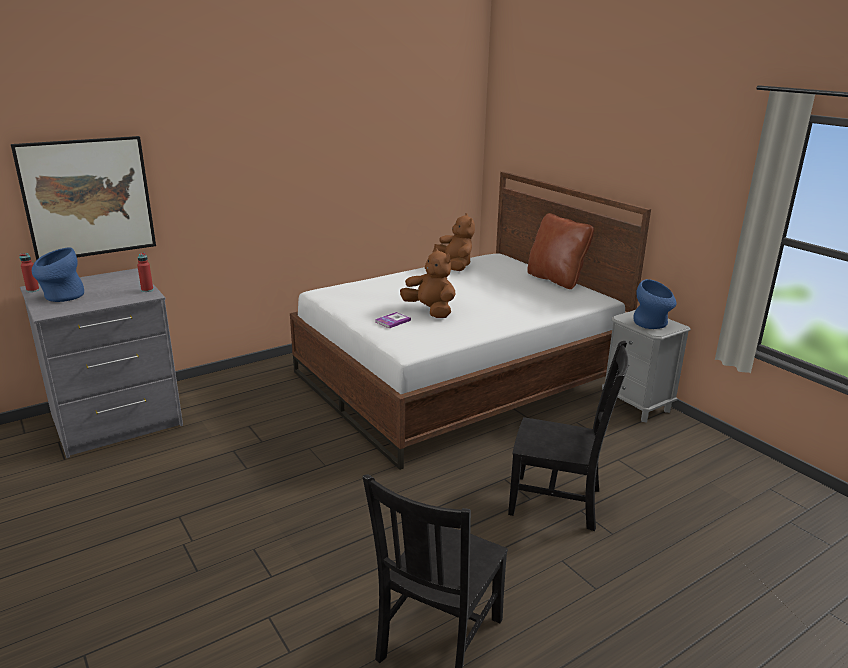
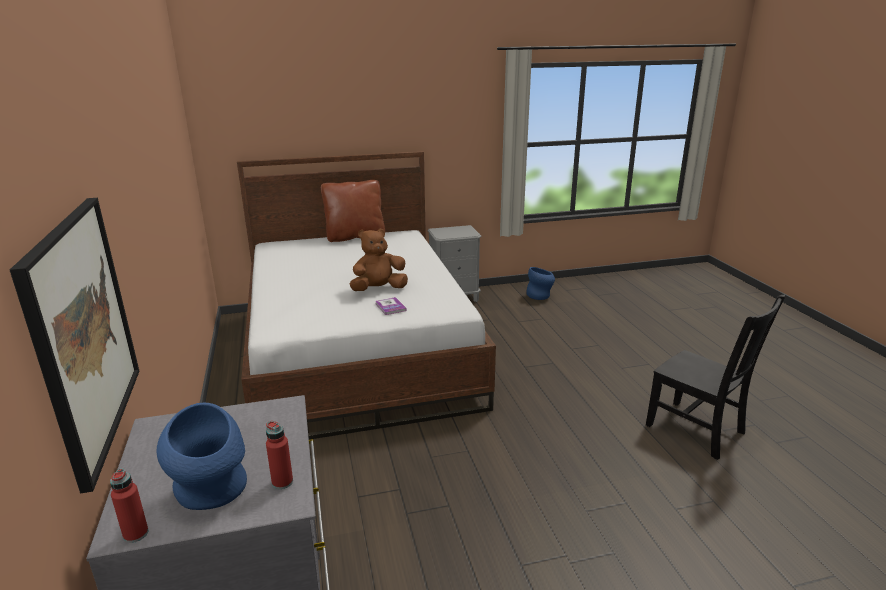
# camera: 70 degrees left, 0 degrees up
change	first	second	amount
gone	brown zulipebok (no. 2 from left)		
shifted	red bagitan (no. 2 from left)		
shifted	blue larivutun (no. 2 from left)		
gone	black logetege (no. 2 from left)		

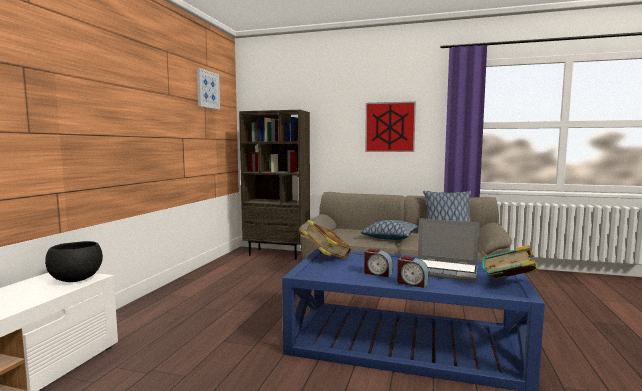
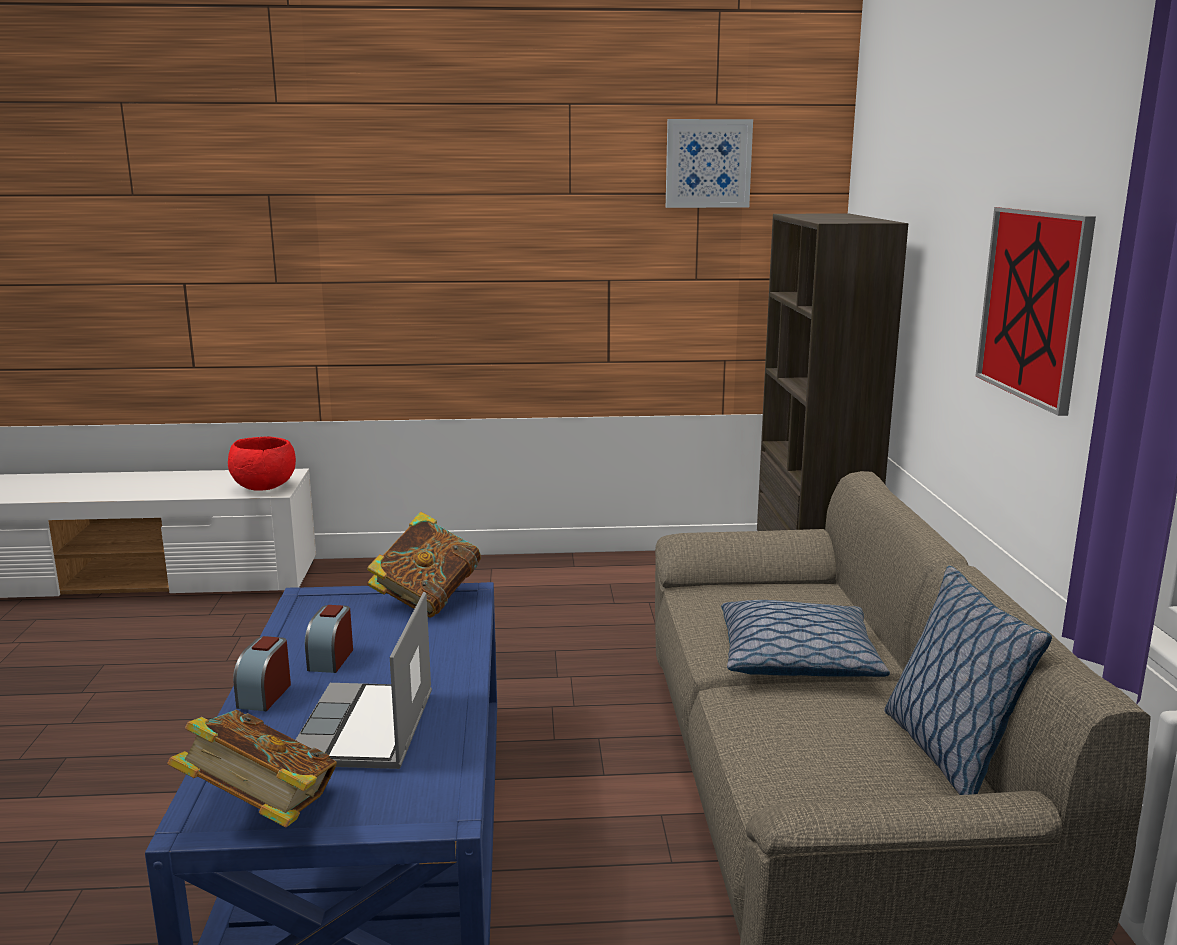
# camera: 70 degrees right, 10 degrees up
change	first	second	amount
repainted	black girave	red girave	

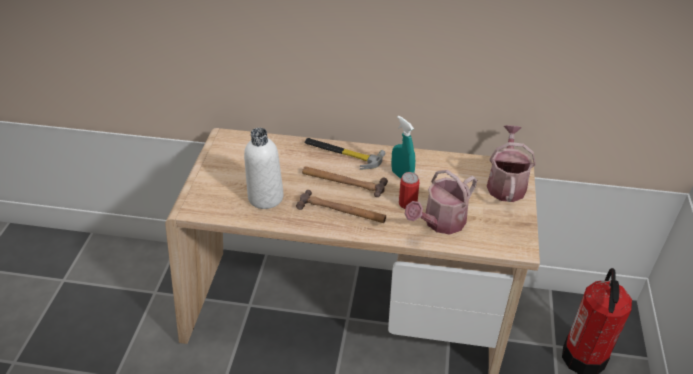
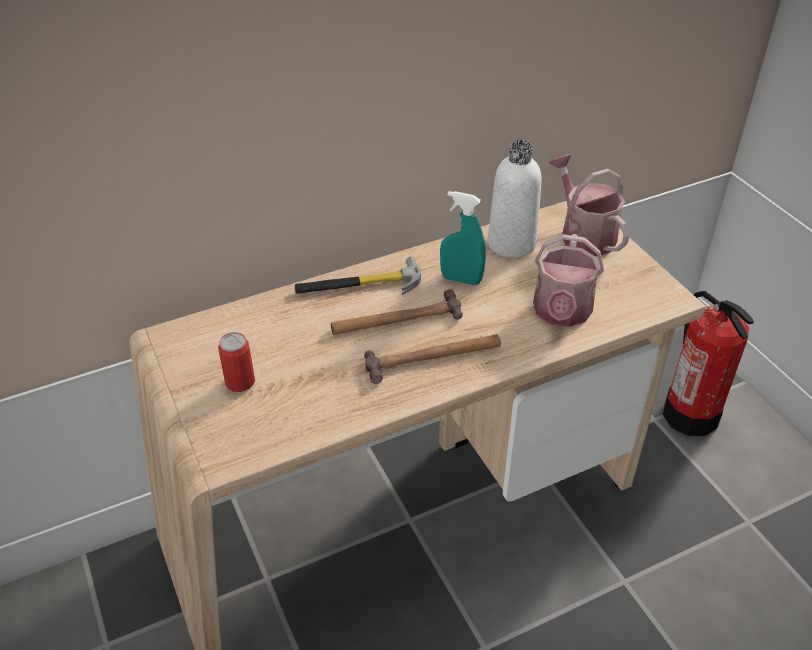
# camera: 35 degrees left, 0 degrees up
change	first	second	amount
shifted	white bagitan		
shifted	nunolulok		

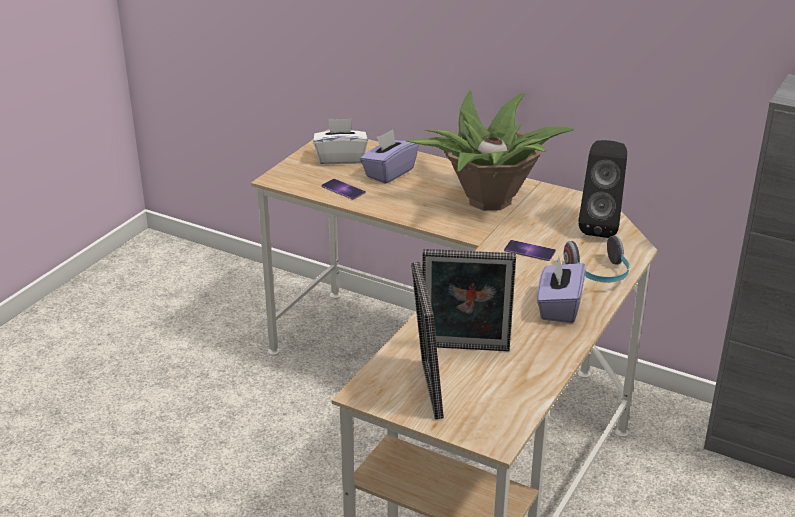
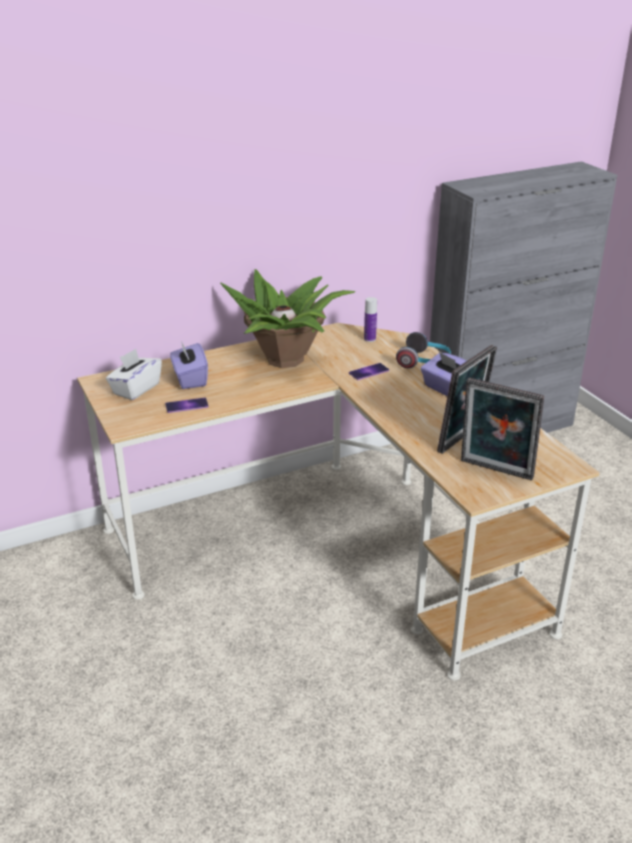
# camera: 55 degrees left, 0 degrees up
change	first	second	amount
swapped	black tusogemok	bagitan	

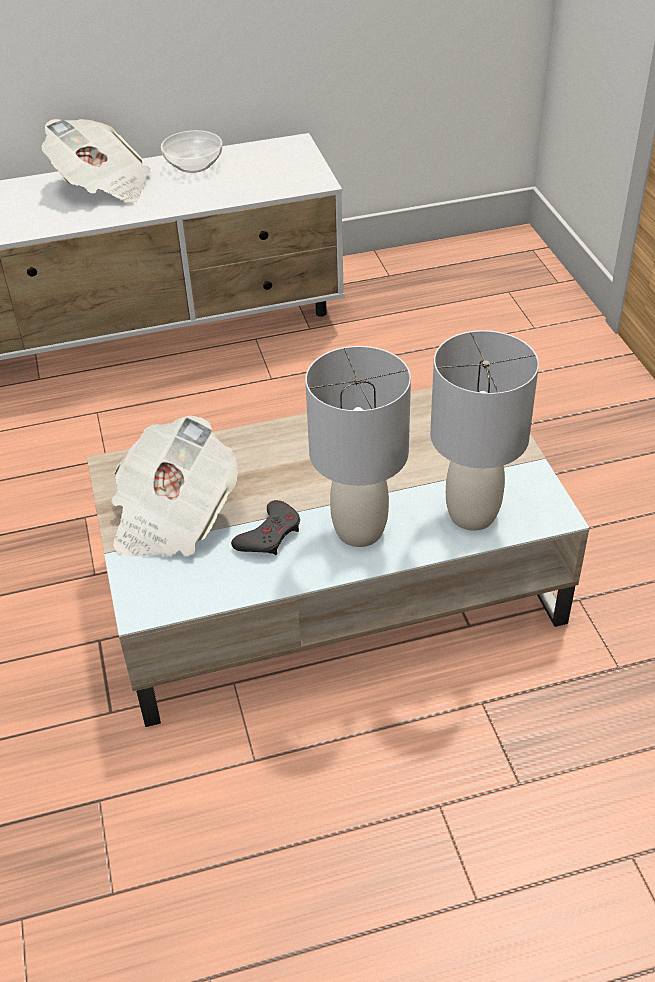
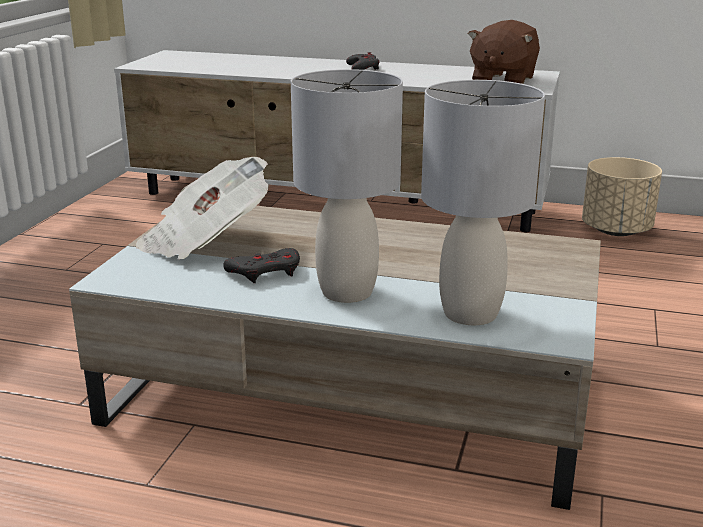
# camera: 30 degrees right, 20 degrees down
change	first	second	amount
swapped	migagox (no. 1 from left)	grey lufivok (no. 2 from left)	
gone	girave		
new		brown zulipebok	
new		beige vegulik	

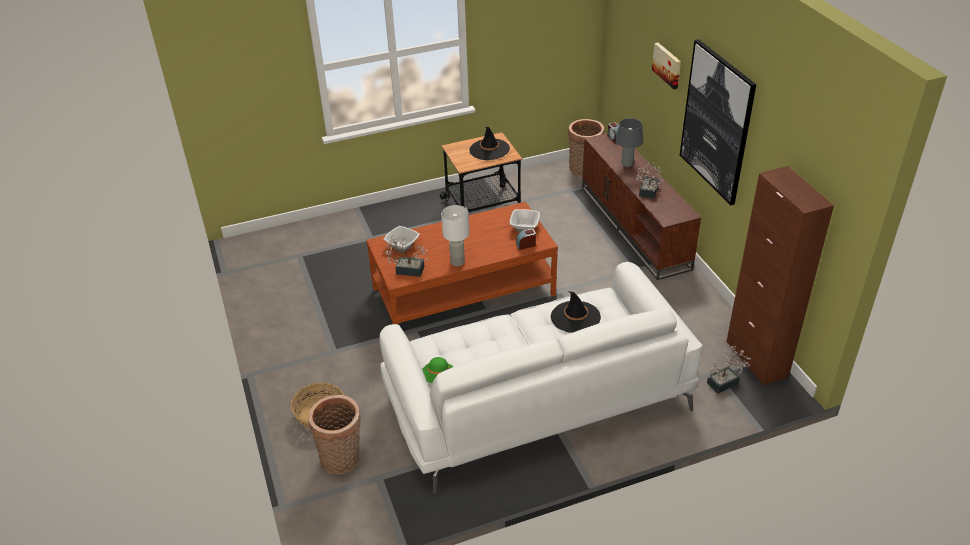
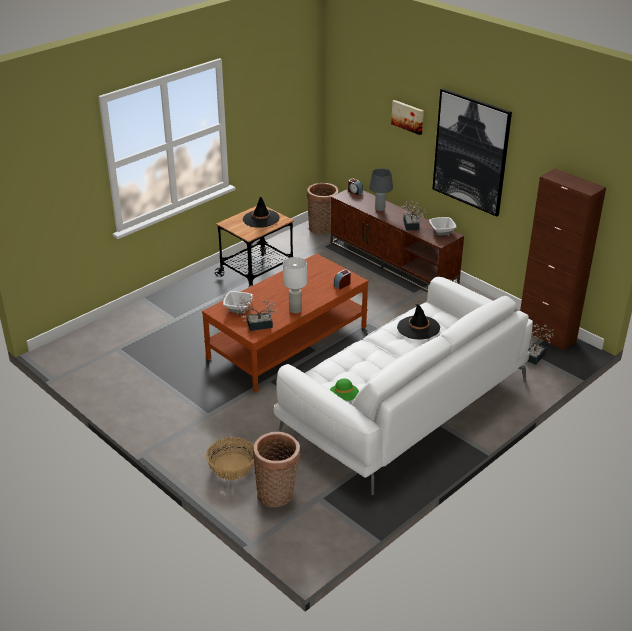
# camera: 25 degrees left, 5 degrees down
change	first	second	amount
shifted	girave (no. 2 from left)		

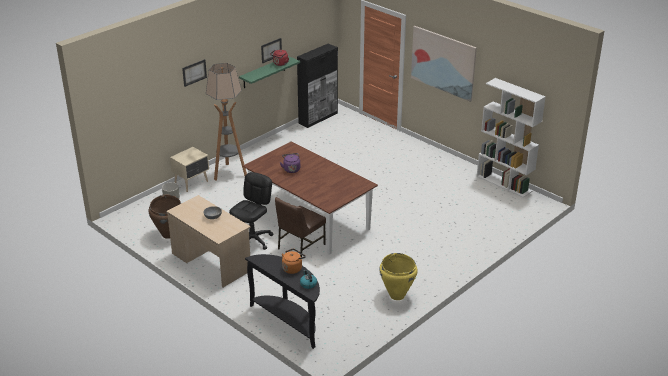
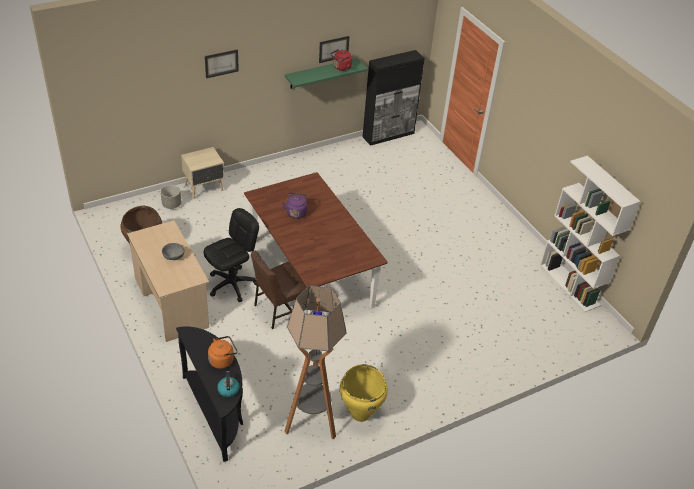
# camera: 15 degrees right, 10 degrees up
change	first	second	amount
gone	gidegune (no. 3 from left)		
shifted	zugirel		

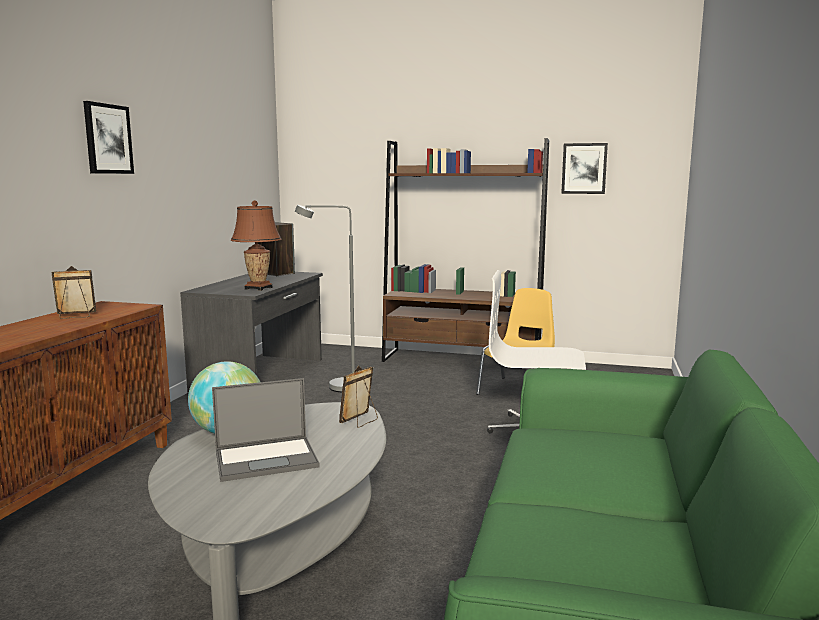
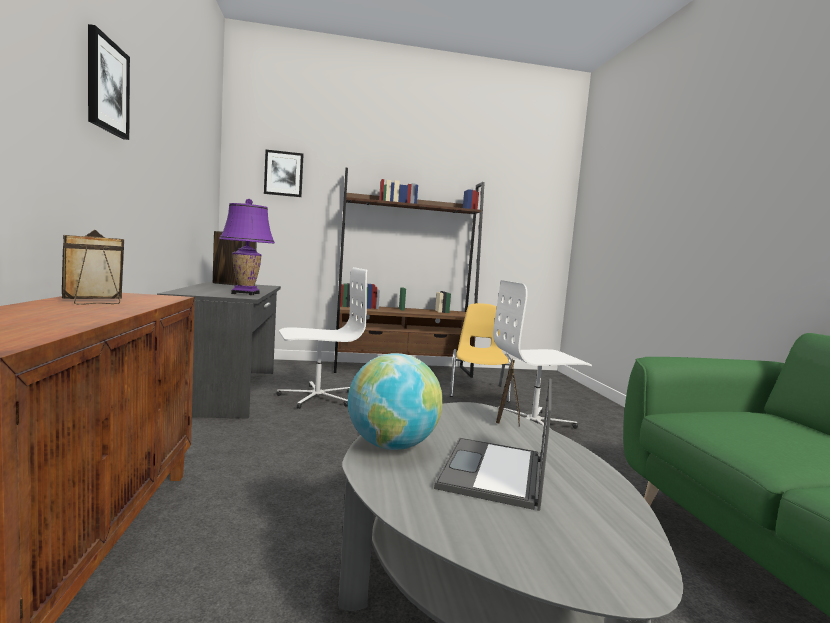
# camera: 25 degrees left, 5 degrees down
change	first	second	amount
shifted	gidegune (no. 2 from left)		
repainted	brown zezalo	purple zezalo	
swapped	grey zugirel	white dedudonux (no. 1 from left)	
rotated	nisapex		150 degrees clockwise

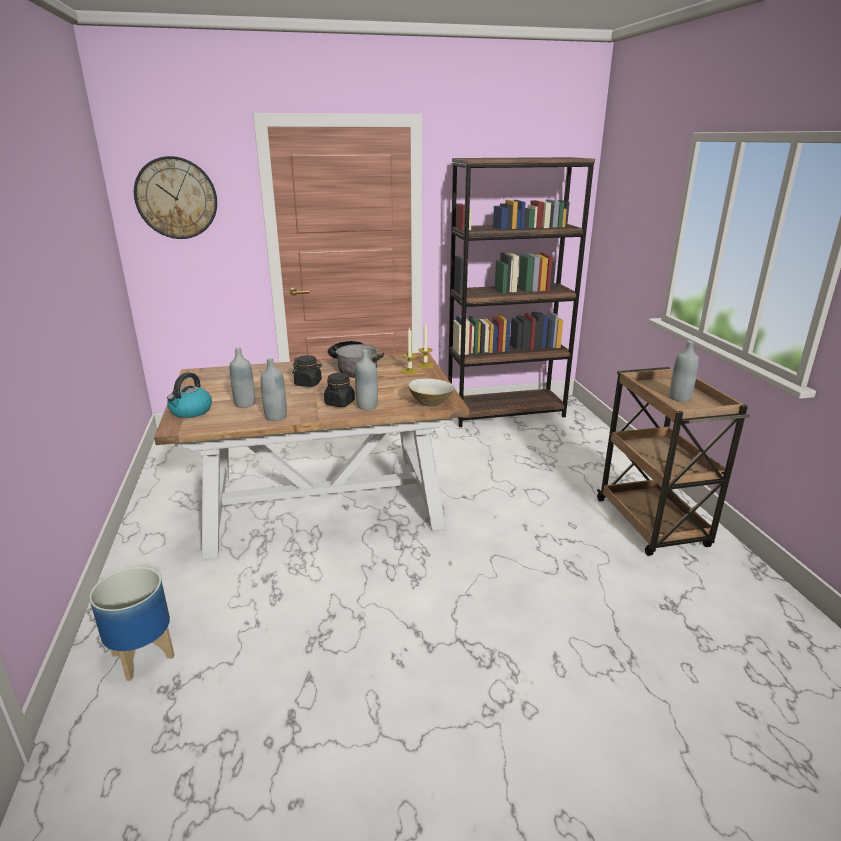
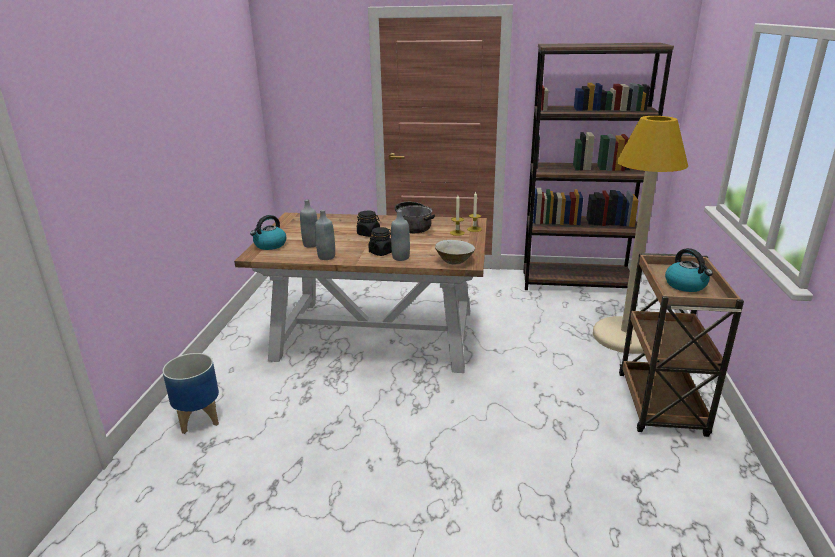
# camera: 20 degrees right, 0 degrees up
change	first	second	amount
gone	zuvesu		
swapped	grey bagitan (no. 4 from left)	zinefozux (no. 2 from left)	
new		beige zugirel	

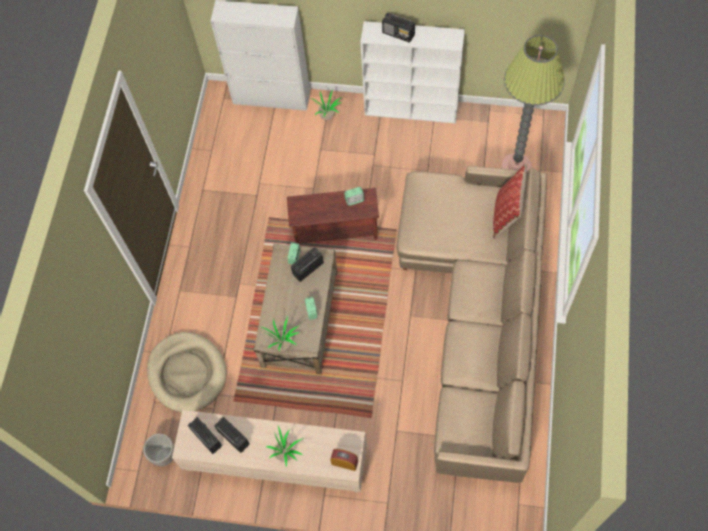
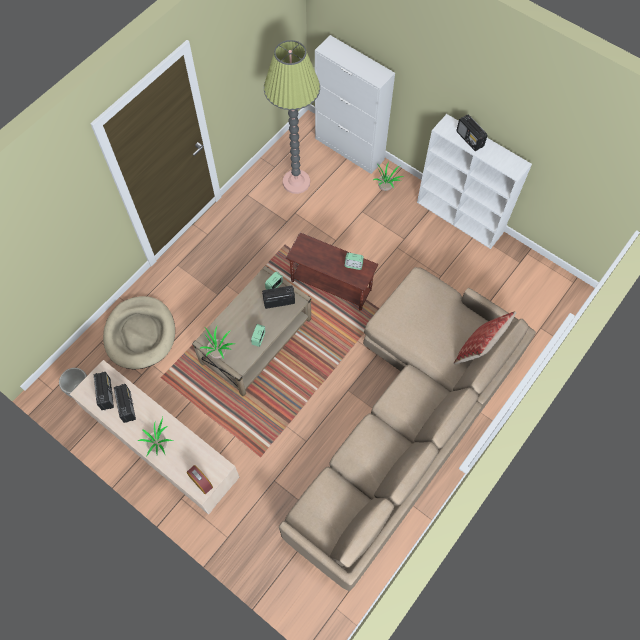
# camera: 25 degrees right, 0 degrees up
change	first	second	amount
shifted	zugirel		

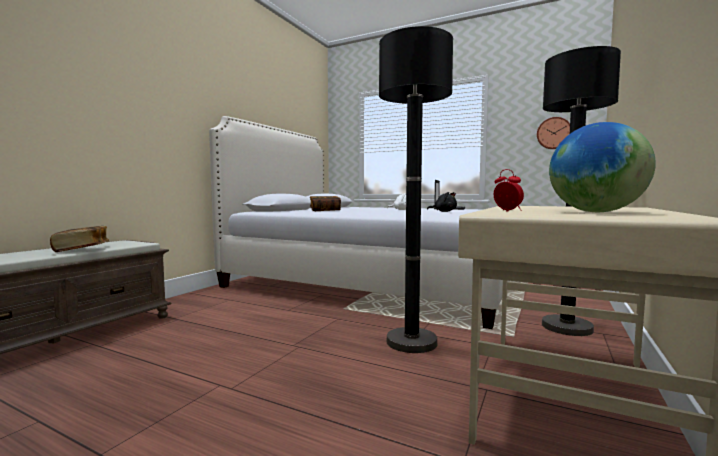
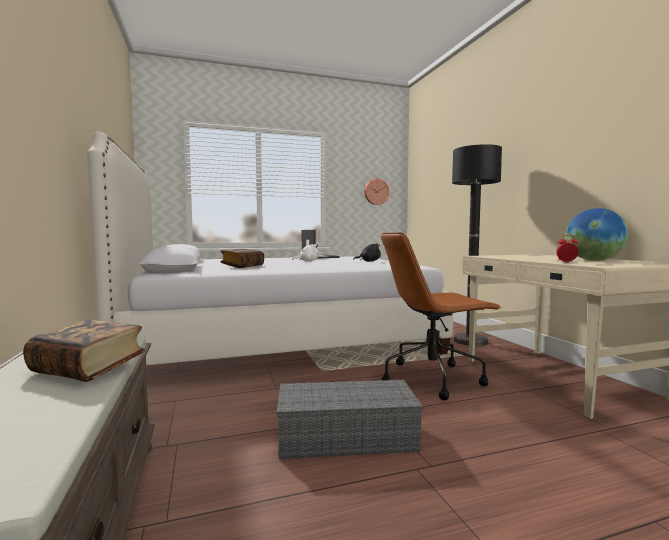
# camera: 45 degrees left, 0 degrees up
change	first	second	amount
swapped	black zugirel (no. 1 from left)	brown dedudonux	
new		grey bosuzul	

